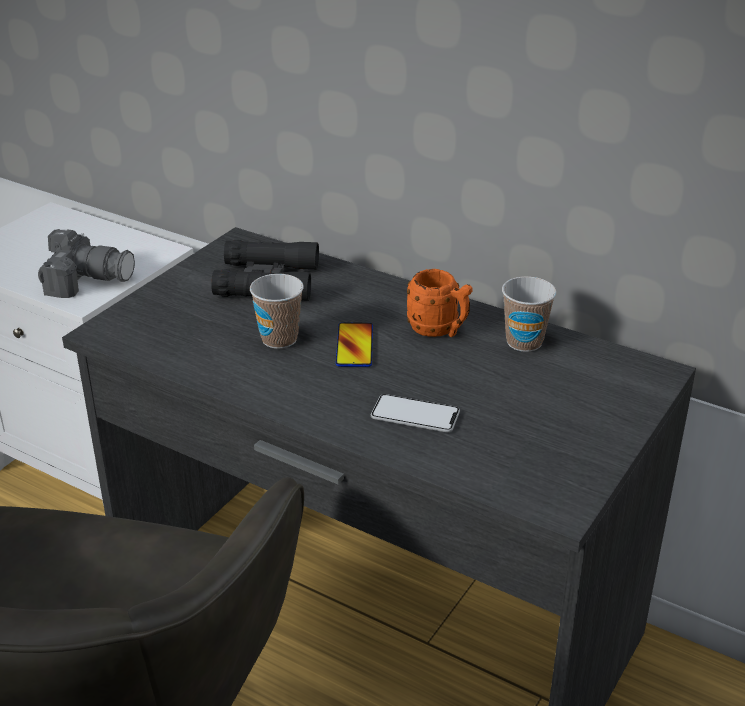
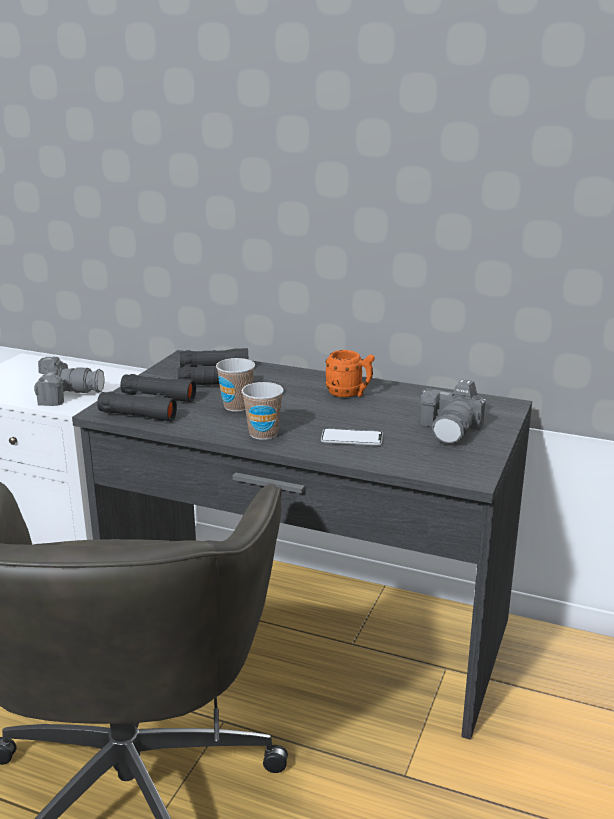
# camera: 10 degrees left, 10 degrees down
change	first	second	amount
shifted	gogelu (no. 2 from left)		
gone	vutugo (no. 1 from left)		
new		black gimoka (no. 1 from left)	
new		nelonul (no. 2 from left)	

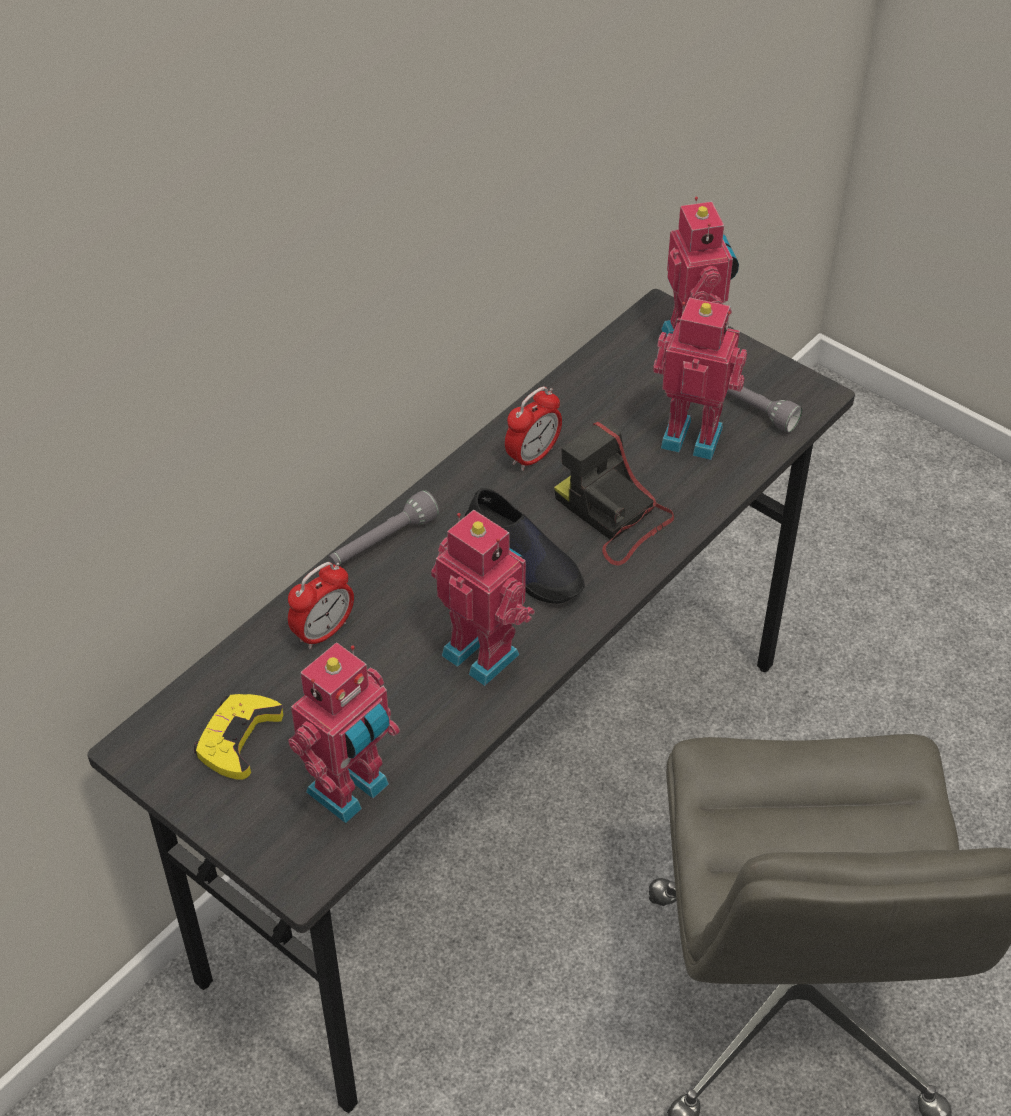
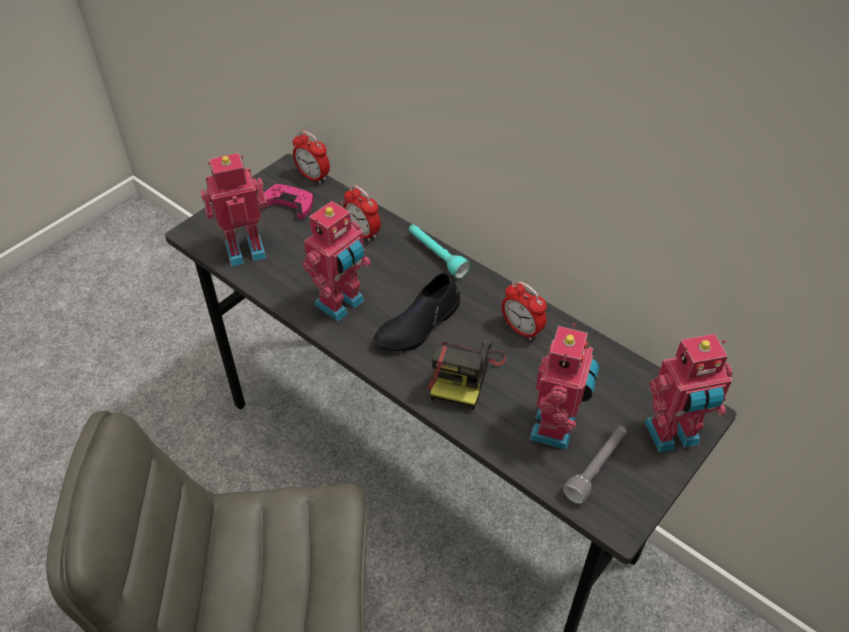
# camera: 90 degrees right, 0 degrees up
change	first	second	amount
rotated	nelonul		150 degrees clockwise
repainted	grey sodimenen (no. 1 from left)	turquoise sodimenen	
rotated	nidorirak (no. 1 from left)		120 degrees clockwise
repainted	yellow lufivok	pink lufivok	
new		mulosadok (no. 1 from left)	

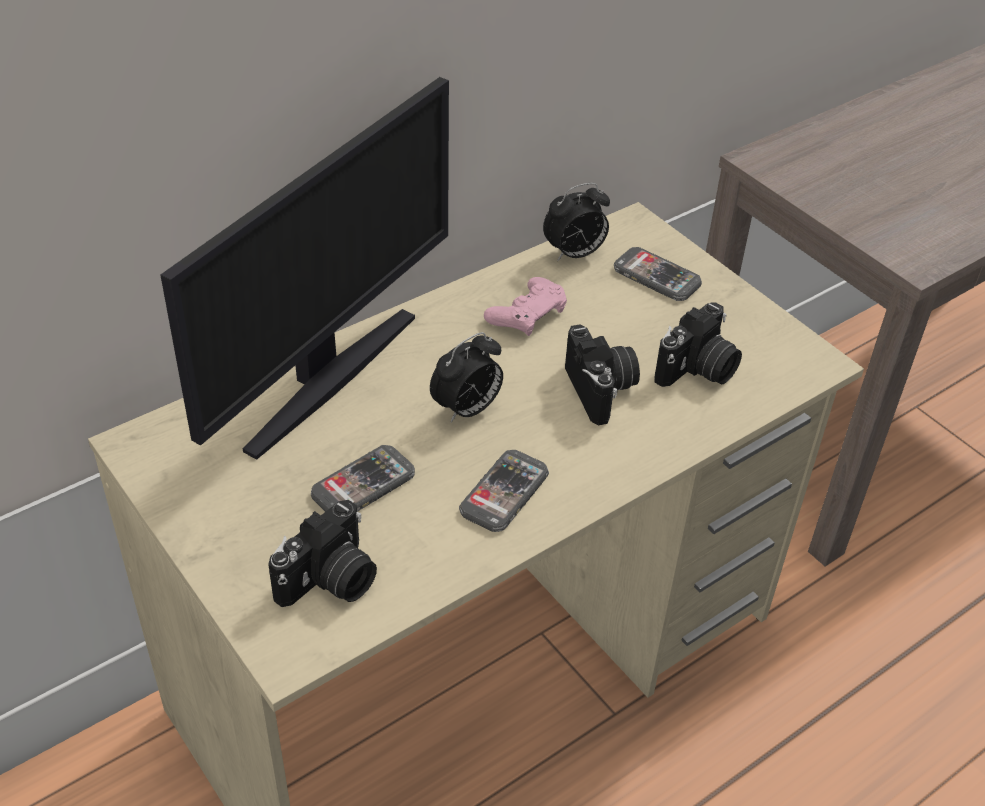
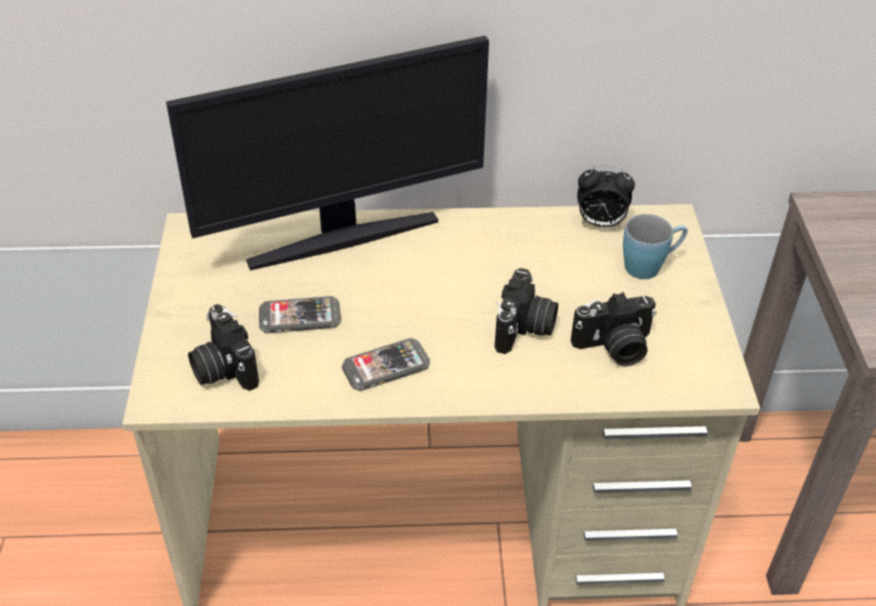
# camera: 35 degrees right, 0 degrees up
change	first	second	amount
swapped	vutugo (no. 3 from left)	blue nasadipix	
gone	pink lufivok		
gone	mulosadok (no. 1 from left)		
rotated	nelonul (no. 1 from left)		75 degrees clockwise

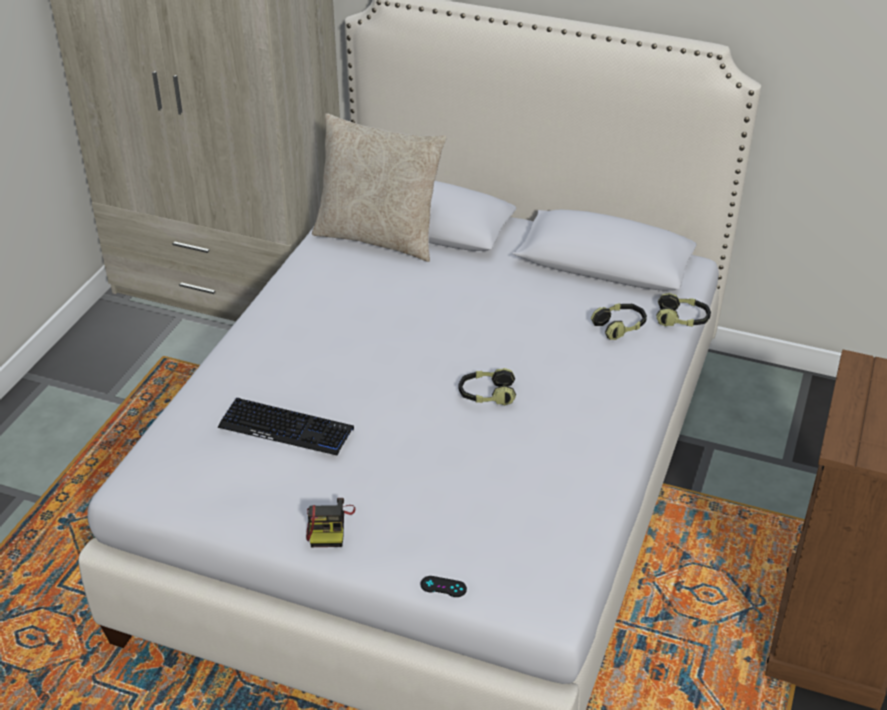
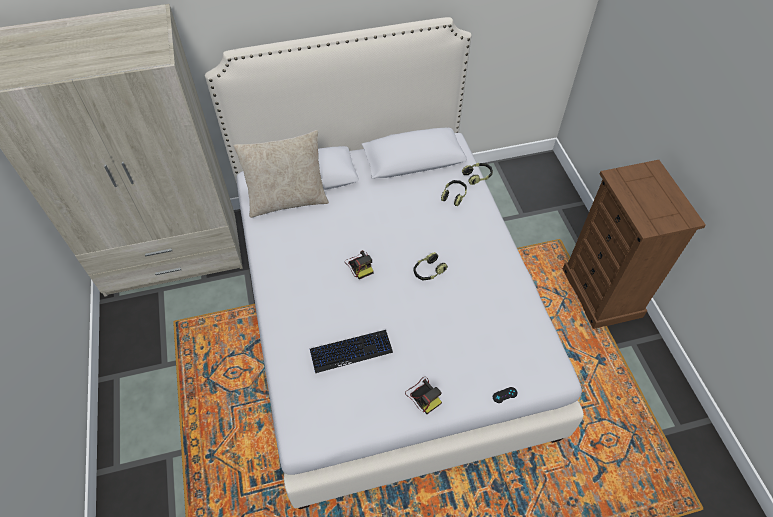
# camera: 35 degrees left, 15 degrees up
change	first	second	amount
new		nelonul (no. 1 from left)	

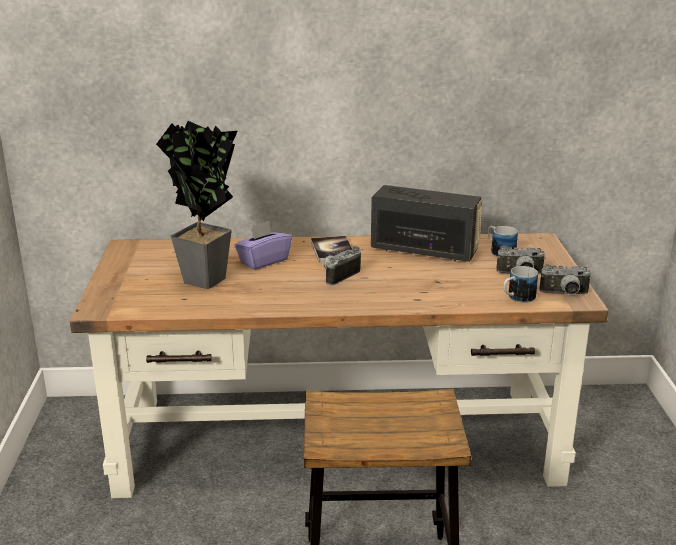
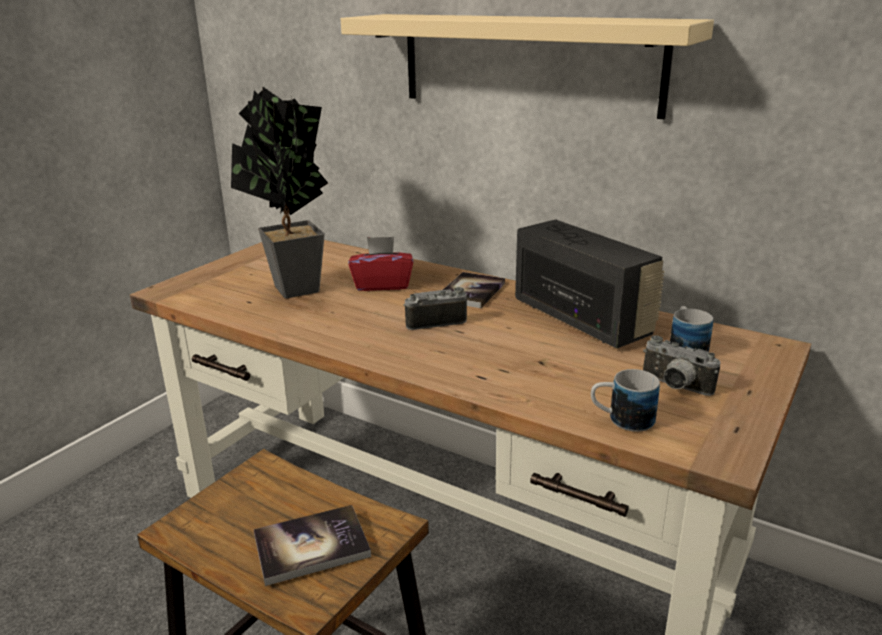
# camera: 35 degrees right, 0 degrees up
change	first	second	amount
repainted	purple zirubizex	red zirubizex	
gone	nelonul (no. 3 from left)		
new		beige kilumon	
new		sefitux (no. 1 from left)	

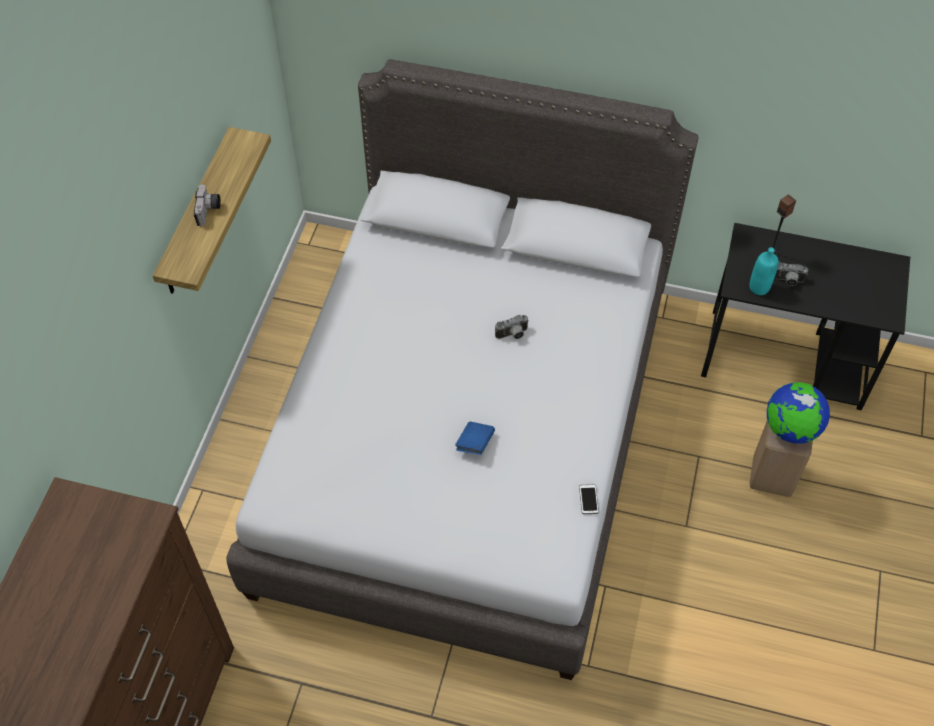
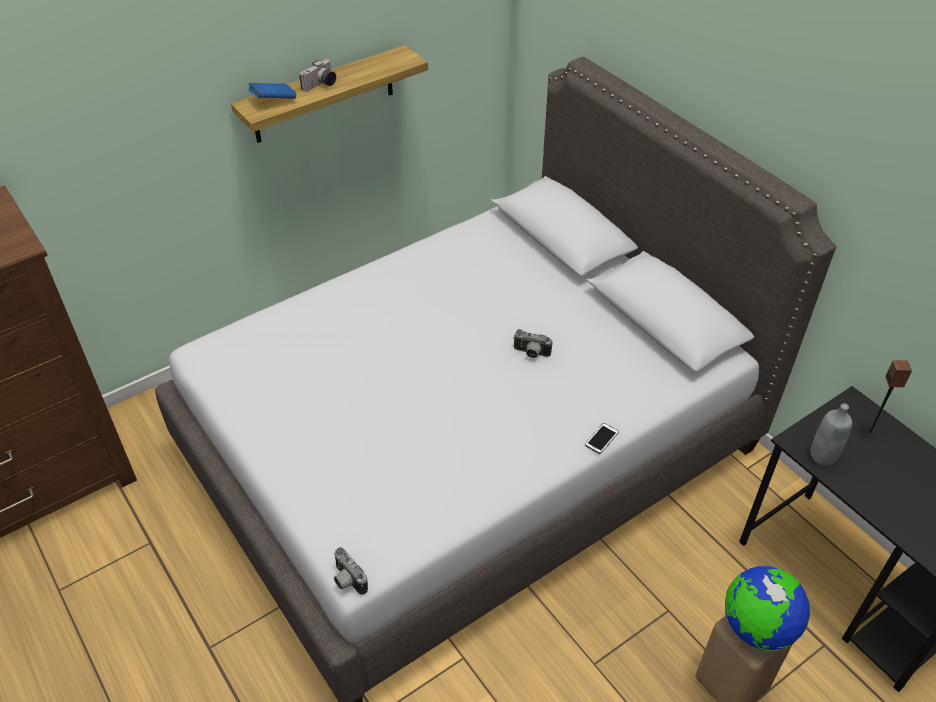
# camera: 40 degrees right, 10 degrees down
change	first	second	amount
repainted	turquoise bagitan	grey bagitan	
shifted	nelonul (no. 3 from left in the first image)	nelonul (no. 2 from left)	
shifted	blue sefitux		
shifted	vutugo		

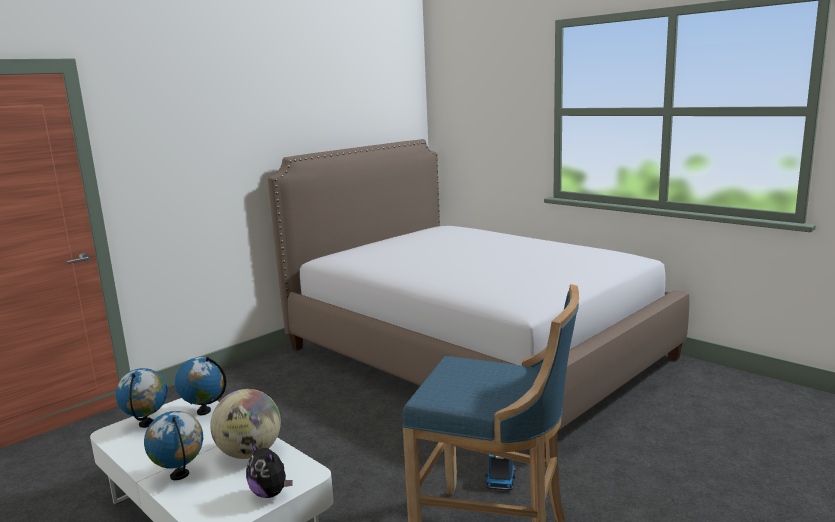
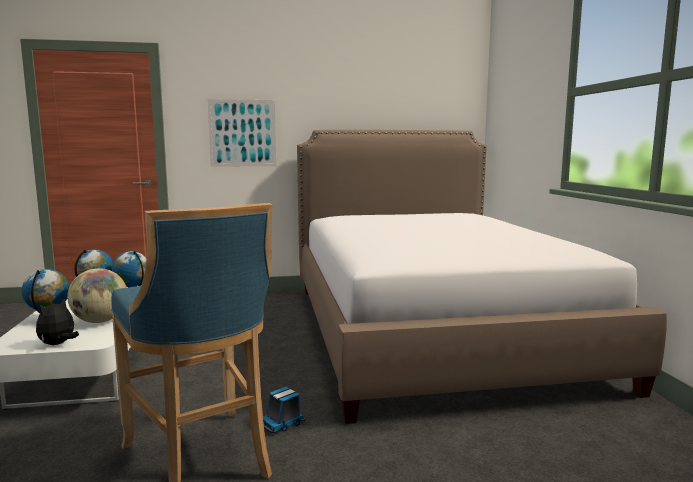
# camera: 35 degrees right, 5 degrees down
change	first	second	amount
rotated	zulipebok		45 degrees clockwise
new		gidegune	

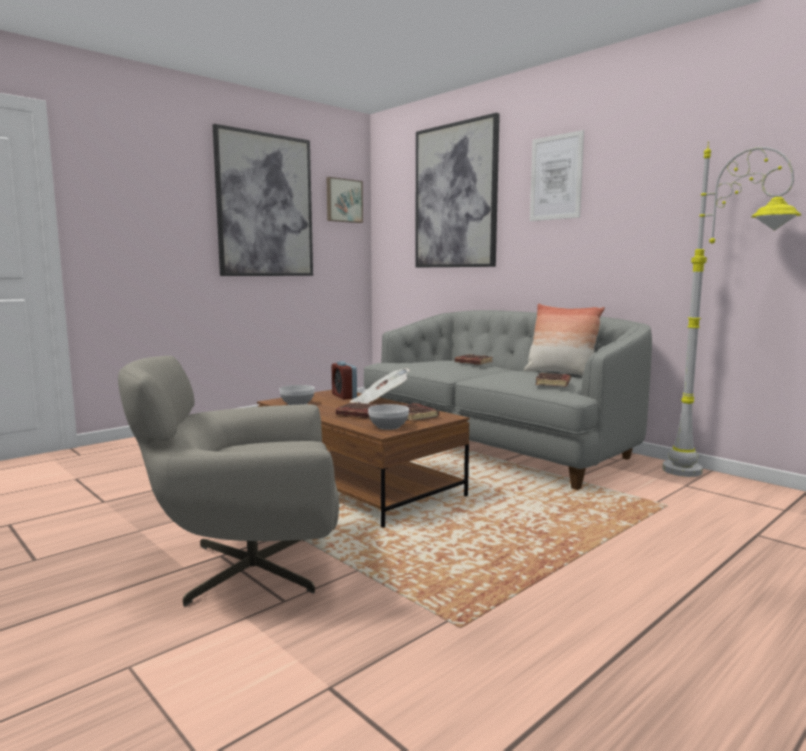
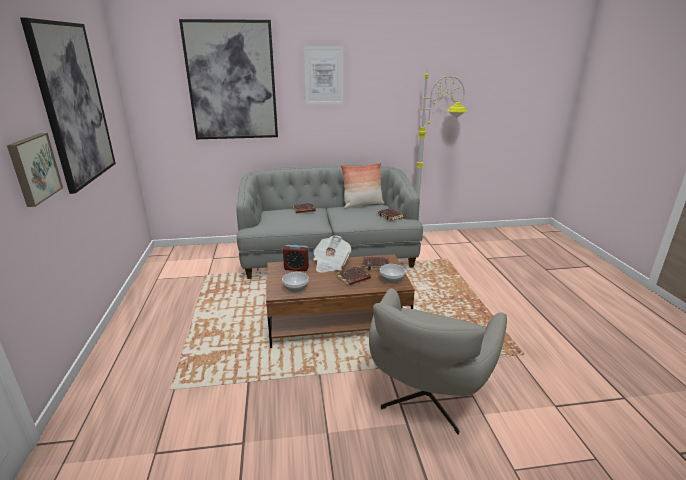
# camera: 55 degrees left, 15 degrees up
change	first	second	amount
shifted	gidegune (no. 2 from left in the first image)	gidegune (no. 1 from left)	

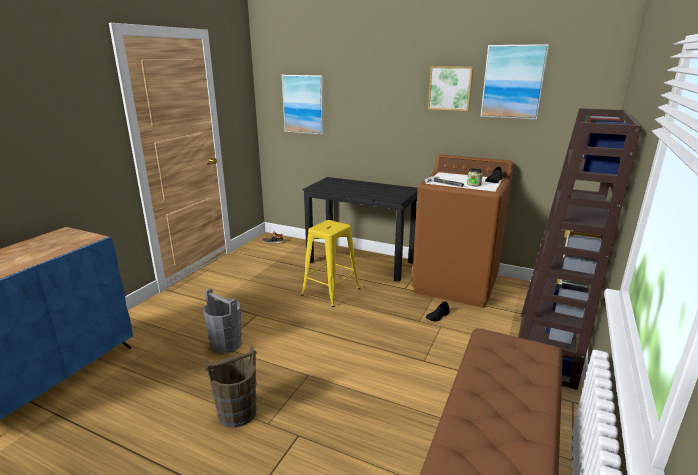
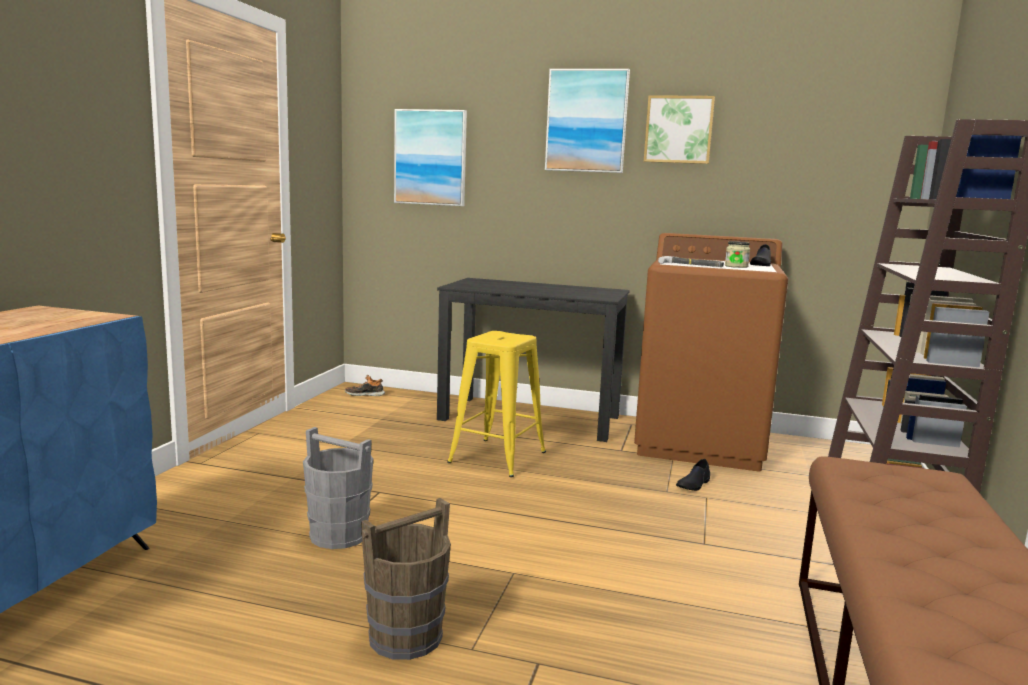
# camera: 10 degrees left, 10 degrees down
change	first	second	amount
shifted	gidegune (no. 3 from left in the first image)	gidegune (no. 2 from left)	

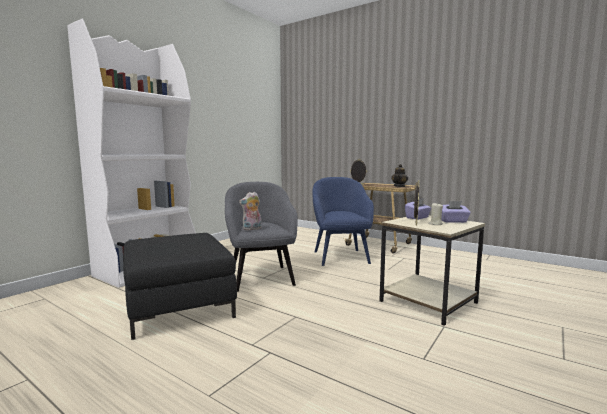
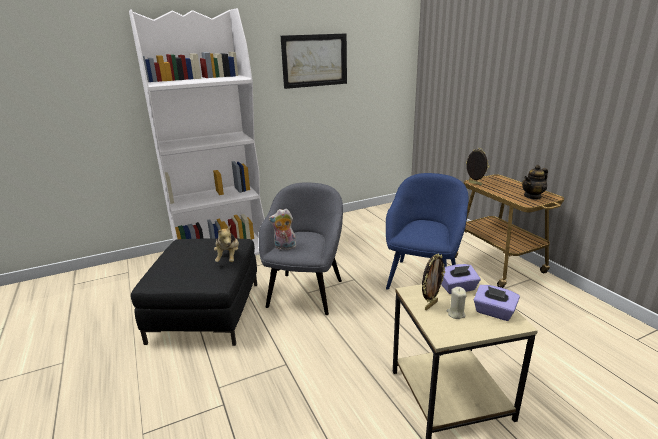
# camera: 30 degrees right, 15 degrees up
change	first	second	amount
new		gidegune	
new		zulipebok (no. 1 from left)	

